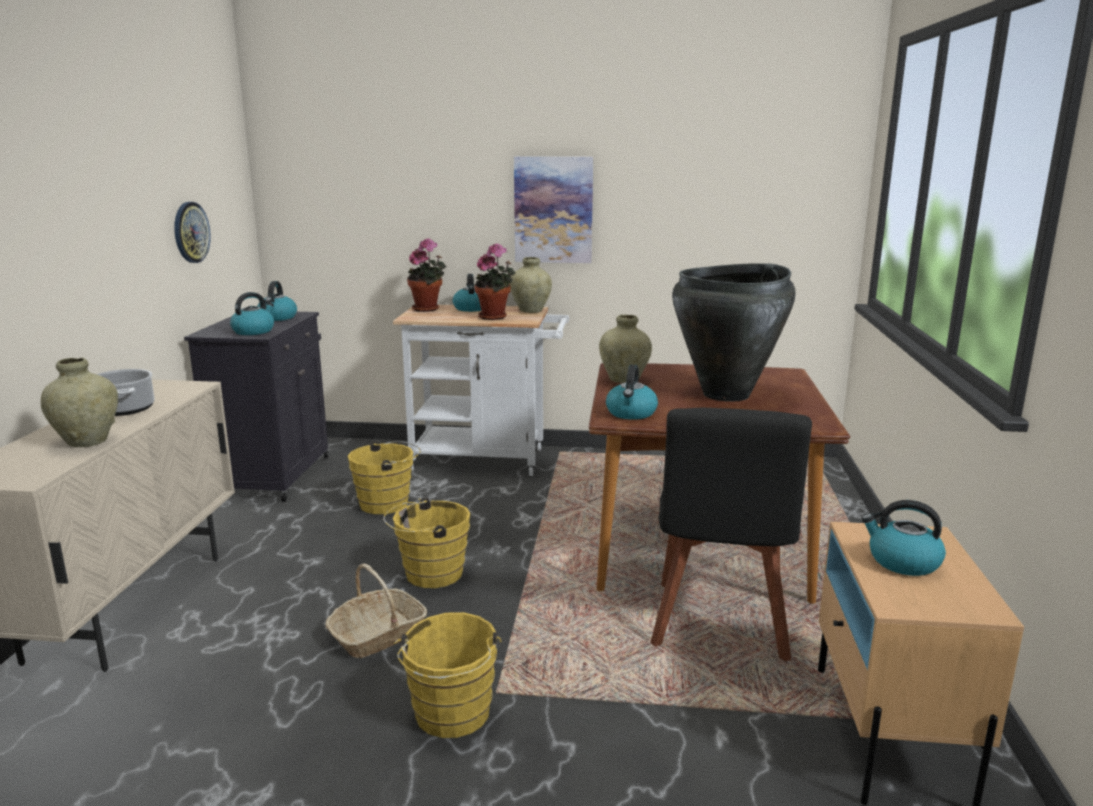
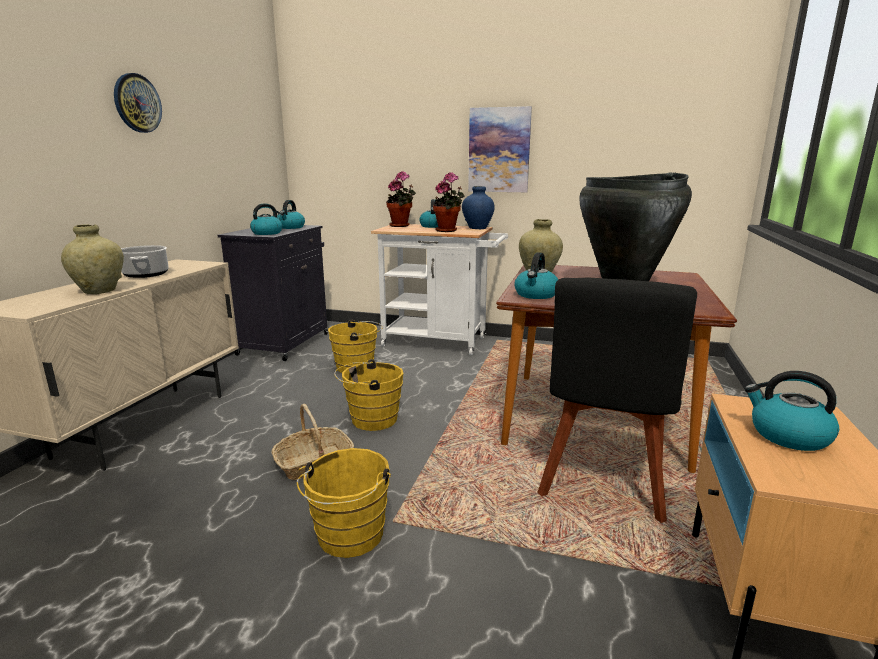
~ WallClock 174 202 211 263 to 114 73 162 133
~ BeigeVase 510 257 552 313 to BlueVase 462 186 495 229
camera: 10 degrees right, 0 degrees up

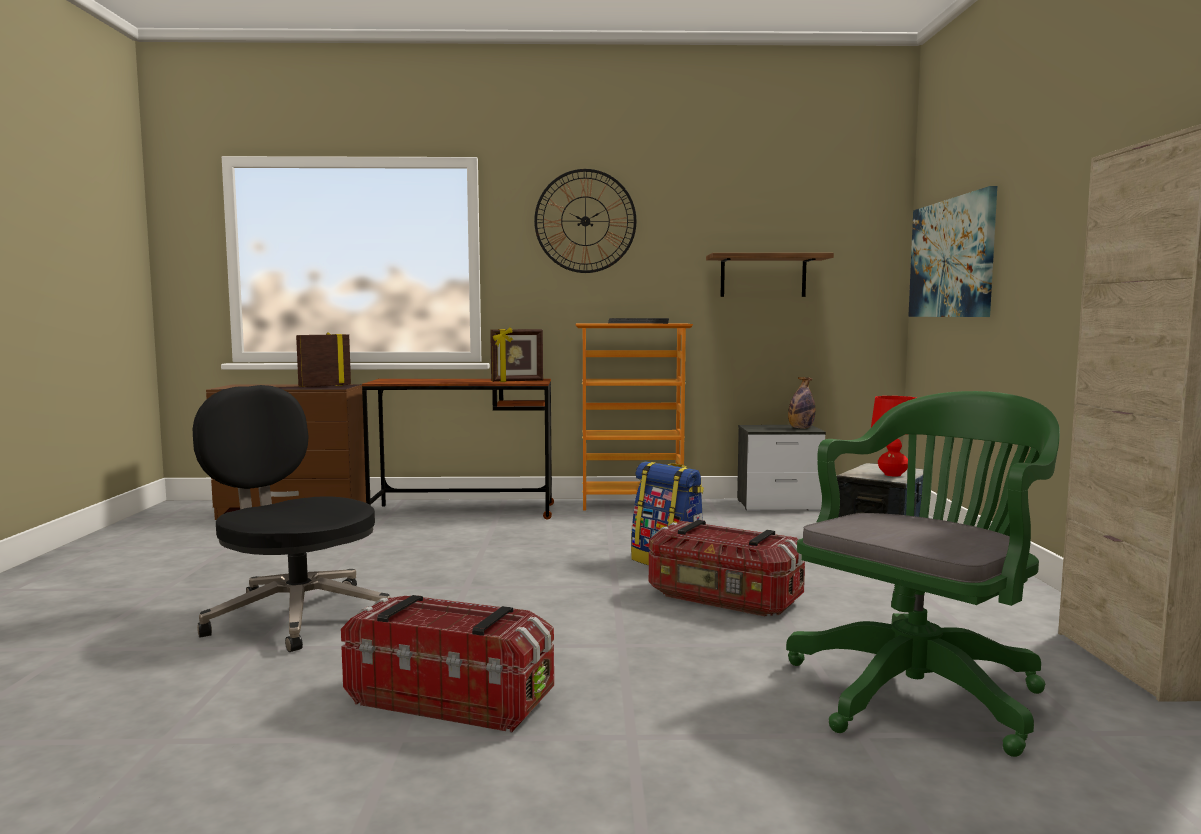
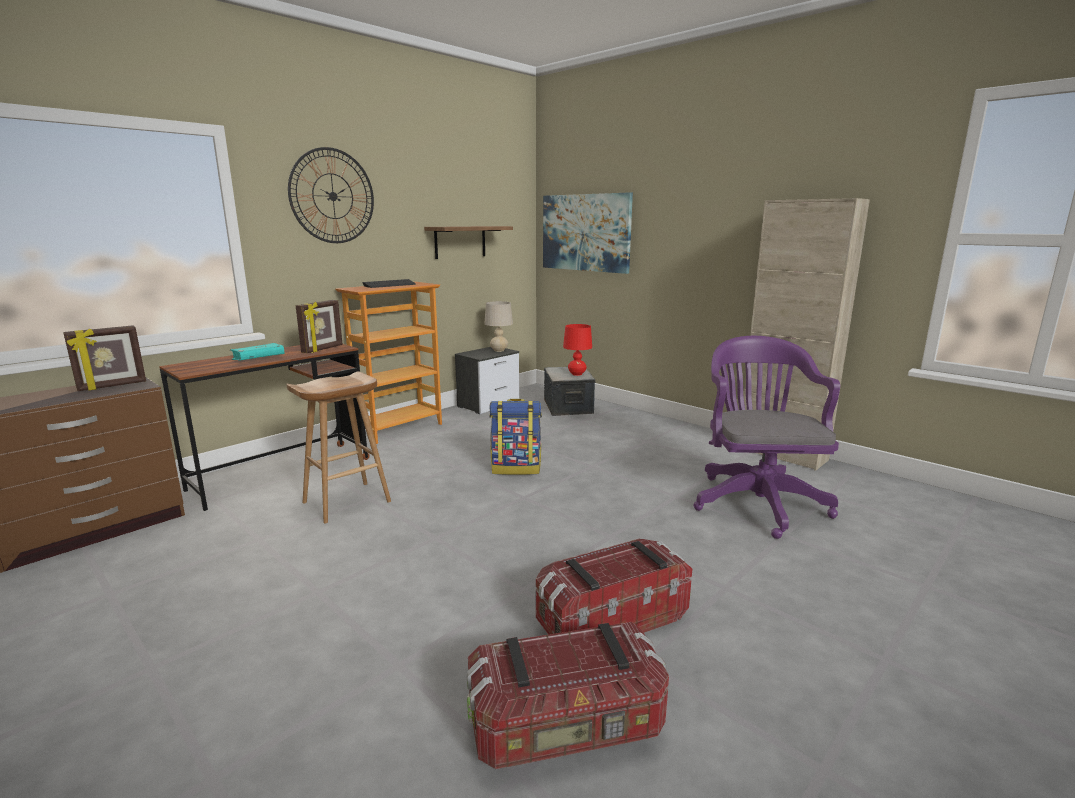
- BlackOfficeChair 193 385 390 652
+ TurquoiseBook 230 343 285 361
+ BrownStool 286 372 391 523
~ StorageBox 649 520 805 616 to 467 622 669 769
~ Bottle 788 377 815 429 to BeigeTableLamp 484 301 513 352
~ GreenOfficeChair 786 391 1060 757 to PurpleOfficeChair 694 336 840 539
~ PictureFrame 296 332 351 387 = 63 325 146 391 135 degrees counterclockwise
camera: 45 degrees left, 10 degrees up

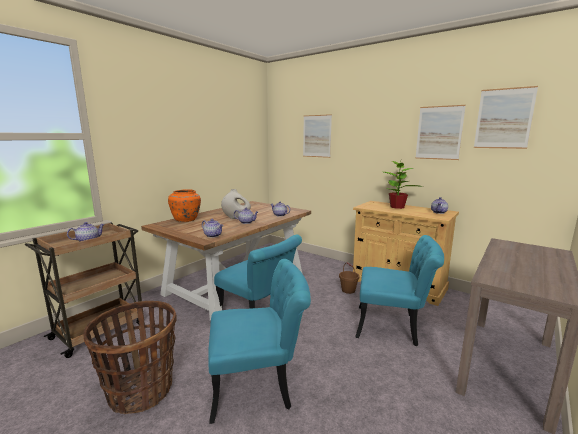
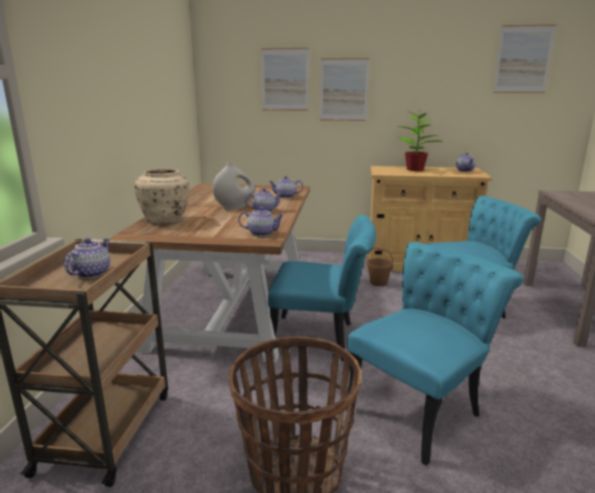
~ Picture 415 105 466 160 to 320 58 369 121
~ OrangeVase 168 189 201 222 to BeigeVase 134 169 189 224
camera: 30 degrees left, 5 degrees up

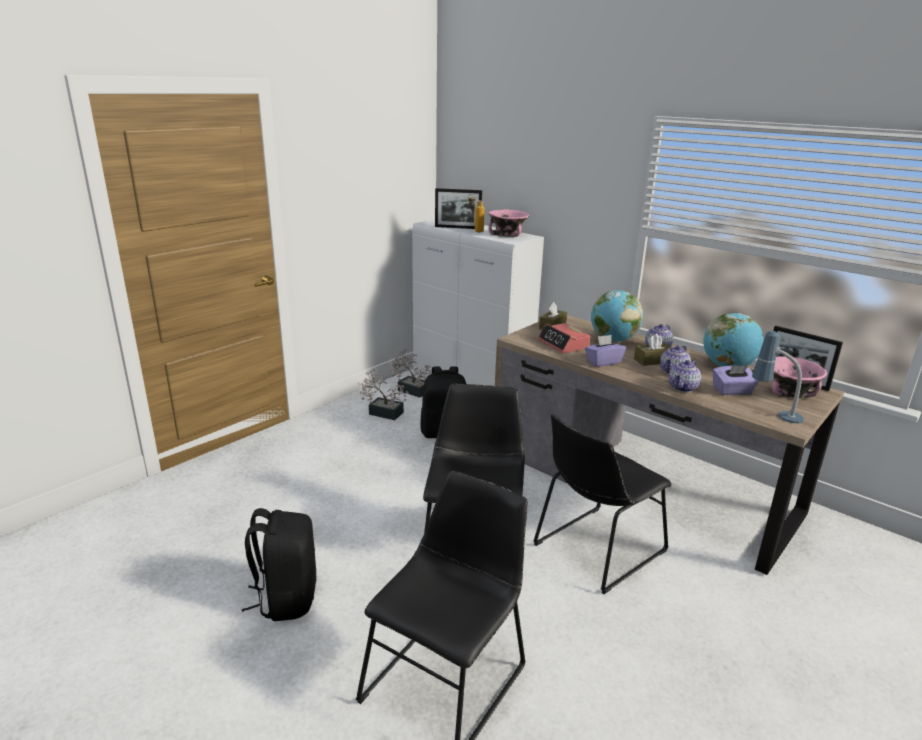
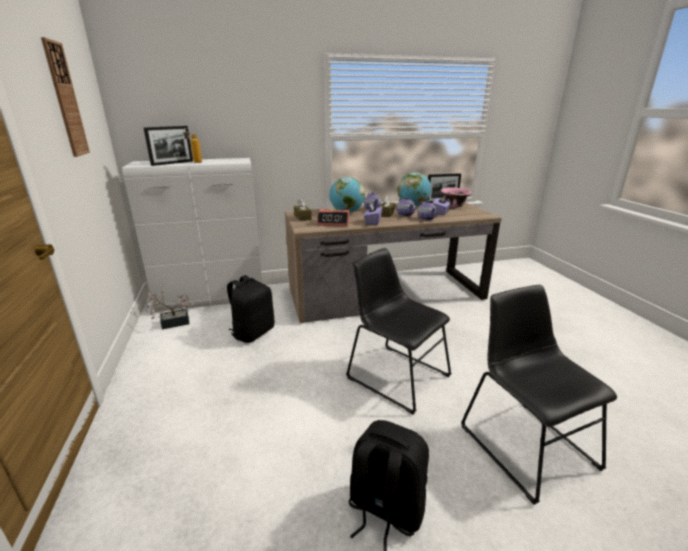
- PottedPlant 358 369 409 420
- PinkBowl 488 210 529 237
- BlackChair 533 414 671 594
- TableLamp 752 331 804 423
+ WallClock 41 37 90 157
camera: 55 degrees left, 0 degrees up

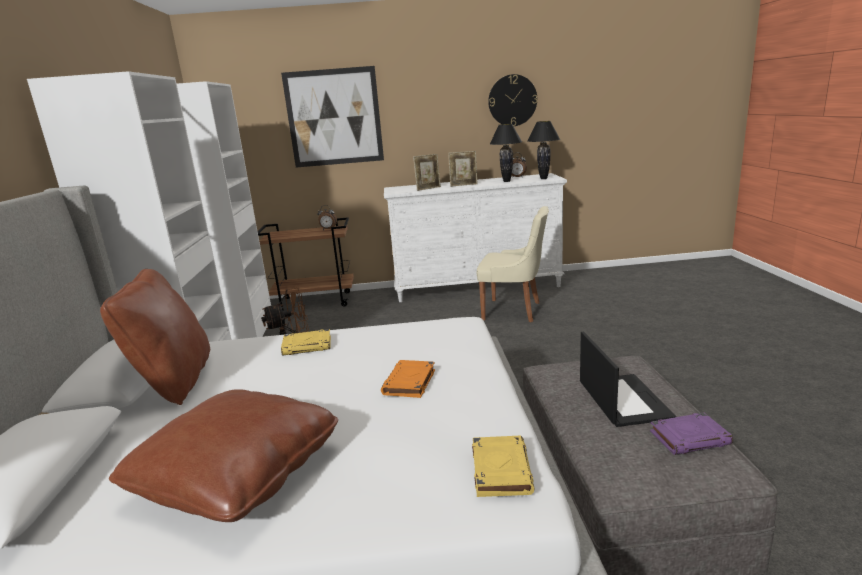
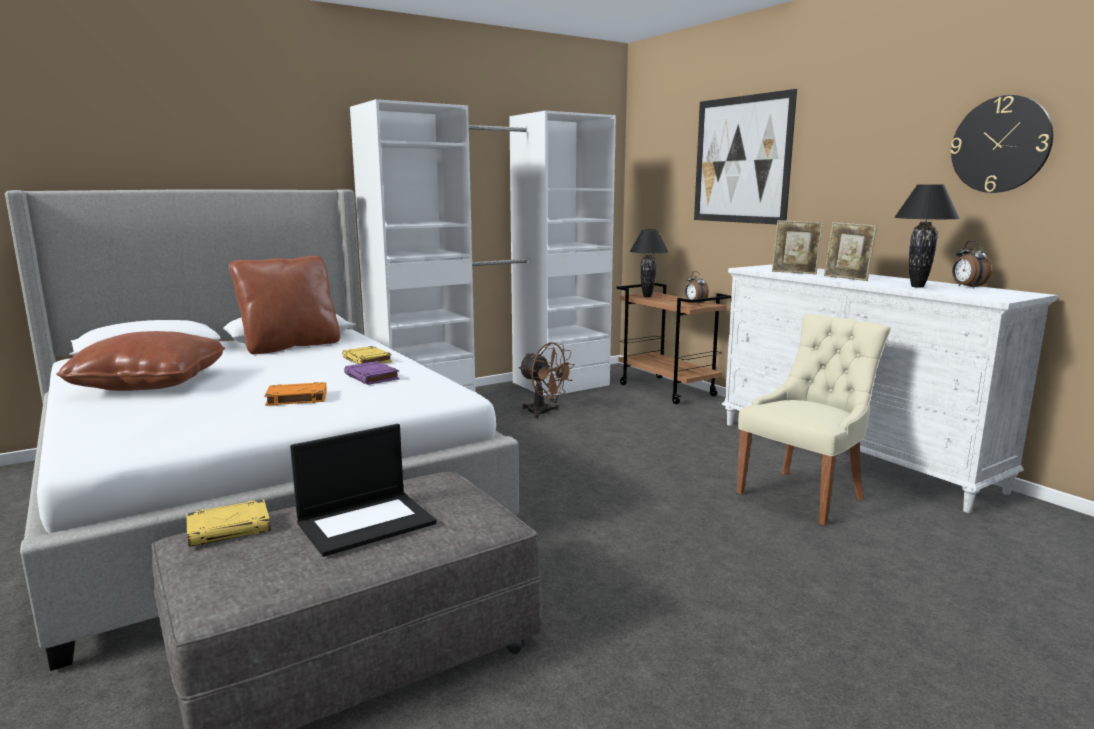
~ YellowBook 472 436 535 497 to 186 499 271 547
~ BlackTableLamp 528 121 560 179 to 630 229 668 297
~ PurpleBook 650 412 733 455 to 344 361 400 385
~ BeigeChair 477 206 549 322 = 737 314 891 525 120 degrees counterclockwise
camera: 60 degrees right, 5 degrees down

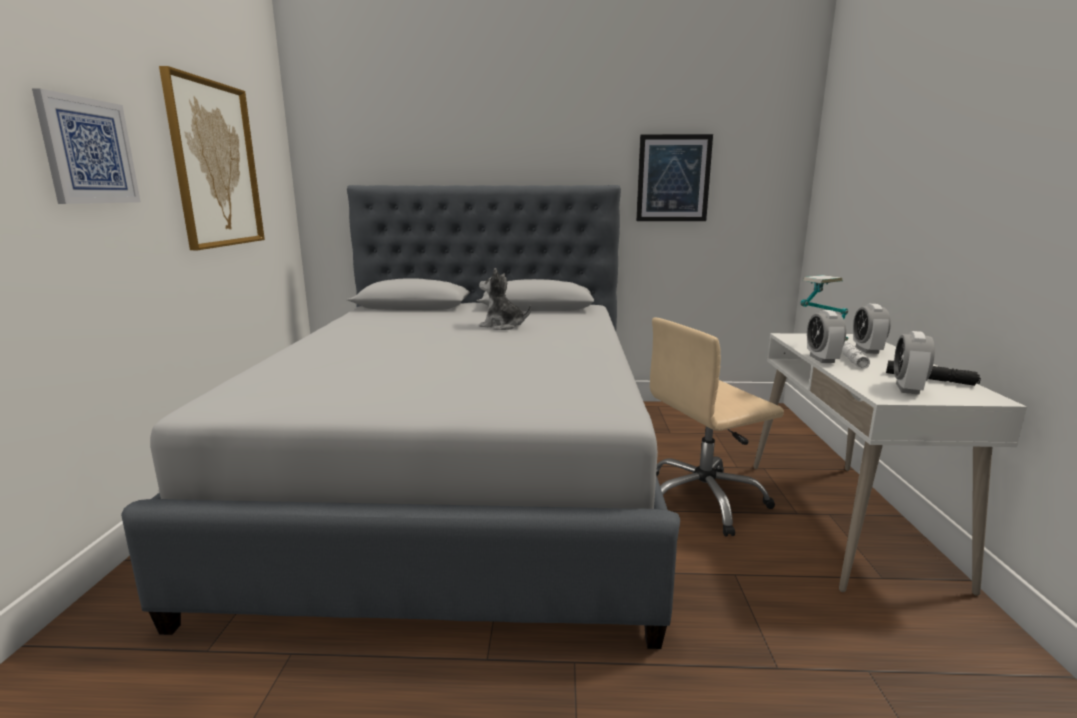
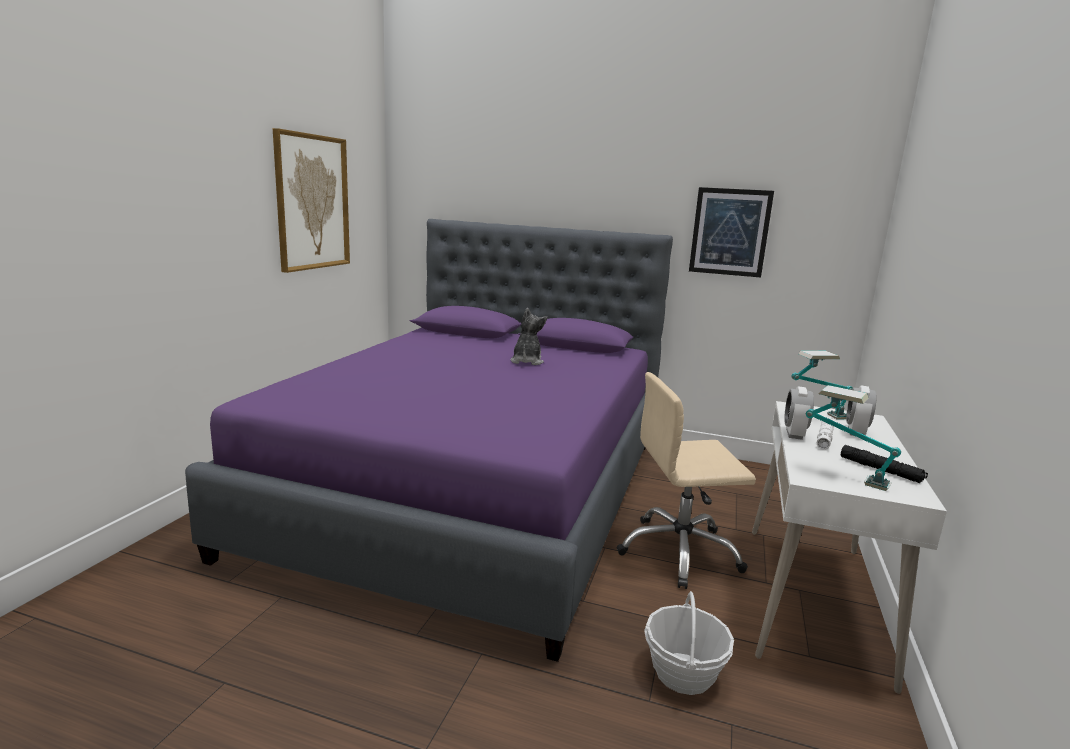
- Picture 32 89 141 204
+ Basket 644 591 734 695
~ AlarmClock 894 331 935 395 to TableLamp 806 385 901 491
~ GreyBed 121 185 680 649 to PurpleBed 185 219 673 662
~ PlushToy 479 268 531 330 = 510 308 547 365 60 degrees clockwise
camera: 15 degrees right, 0 degrees up

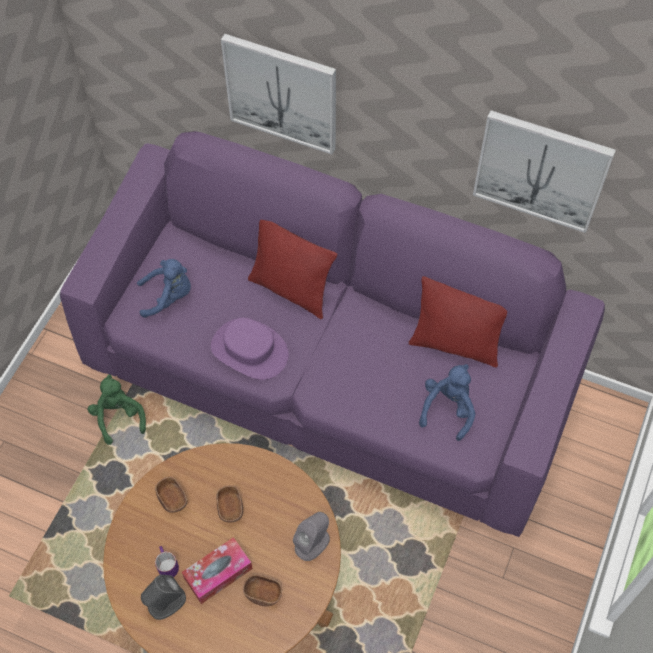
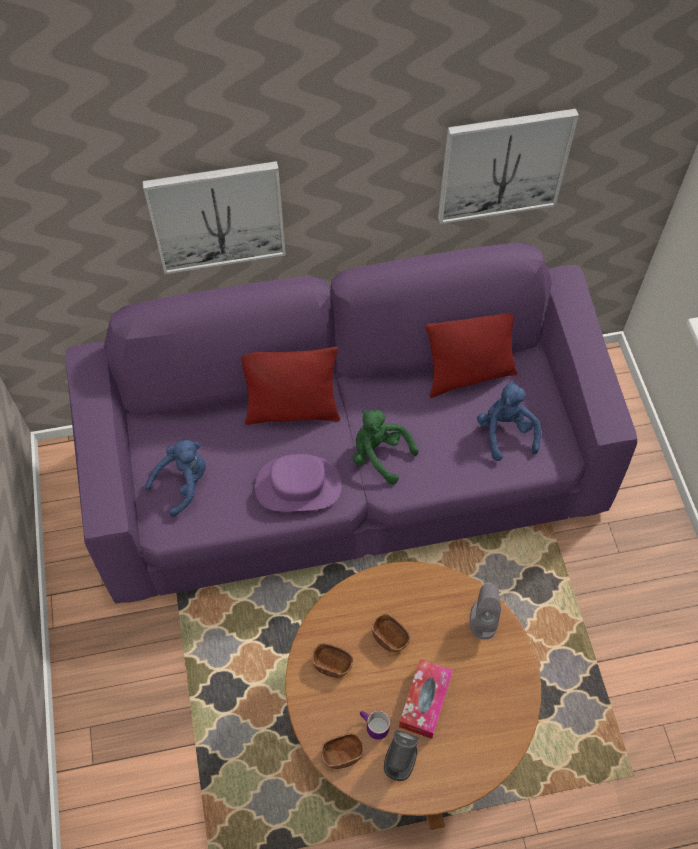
~ GreenPlushToy 88 374 146 445 to 353 410 419 484
~ BrownBowl 243 574 282 607 to 321 733 364 769
camera: 35 degrees left, 0 degrees up

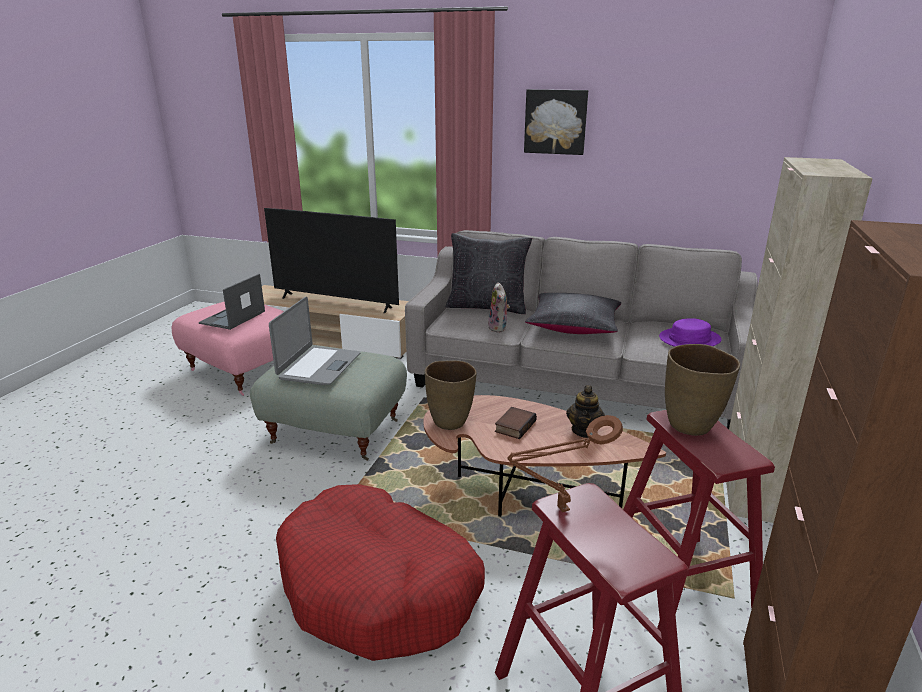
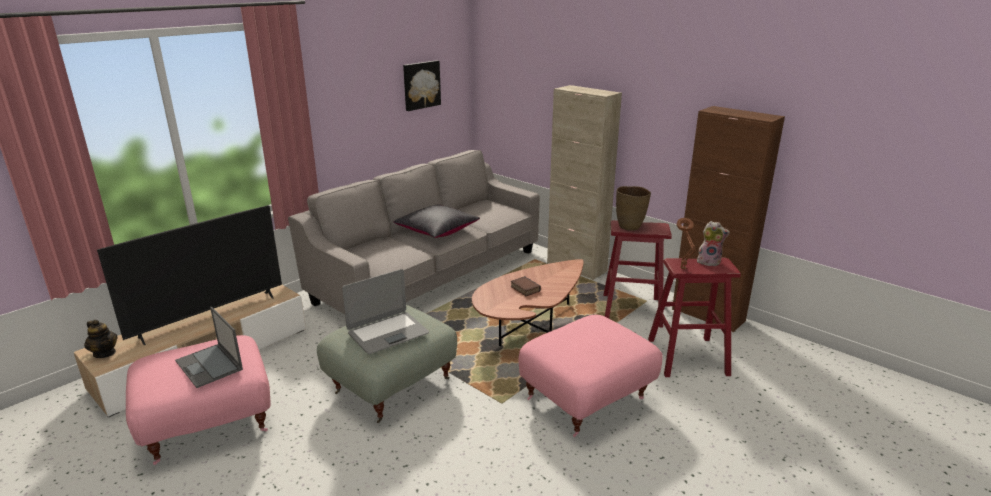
- BrownVase 425 360 477 430
- BlackPillow 446 233 532 314
- PurpleHat 659 318 722 347
~ PlushToy 488 282 510 332 to 696 221 730 266
~ Picture 524 89 588 155 to 403 60 441 111
~ Teapot 566 385 605 438 to 84 320 117 358
~ RedDogBed 276 484 485 661 to PinkOttoman 518 315 663 437
~ Laptop 269 297 361 385 = 342 269 429 354 105 degrees clockwise
camera: 65 degrees left, 0 degrees up

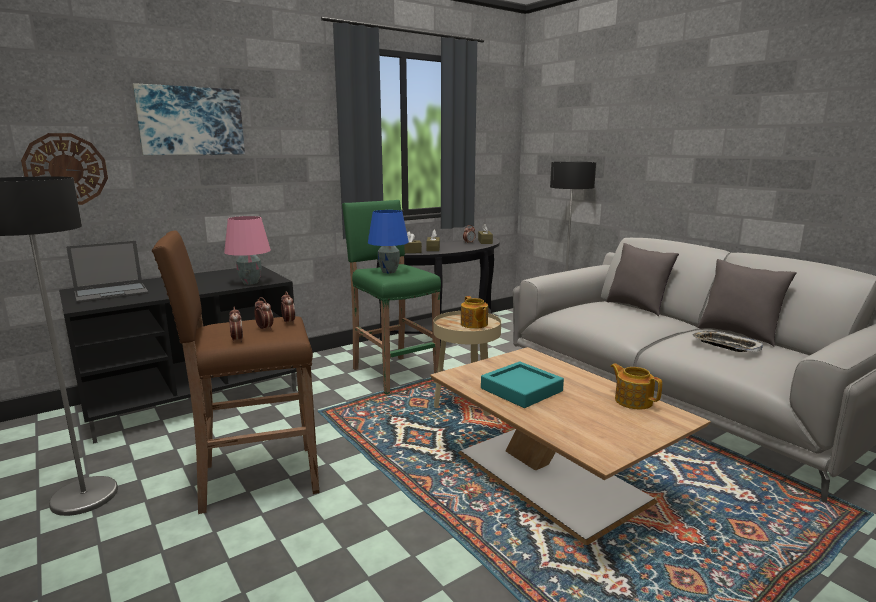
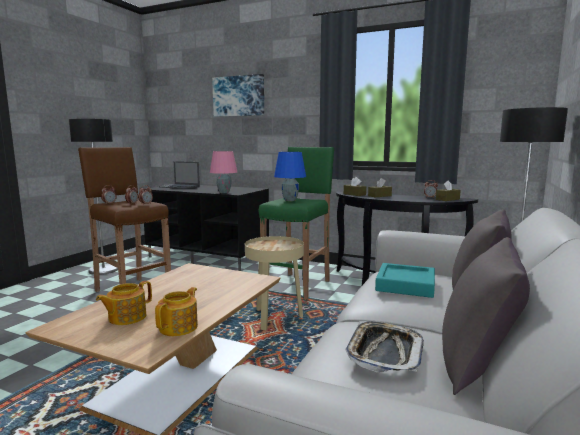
- WallClock 21 133 108 205
~ Teapot 461 296 488 329 to 96 281 152 325
~ TurquoiseTray 481 362 564 408 to 375 263 435 298
camera: 60 degrees right, 5 degrees down

